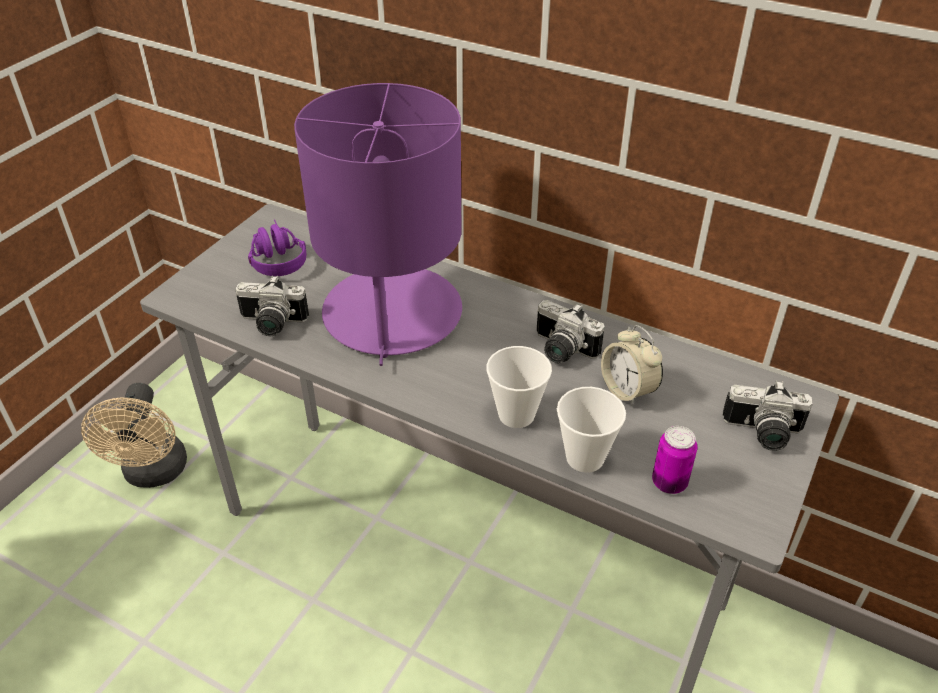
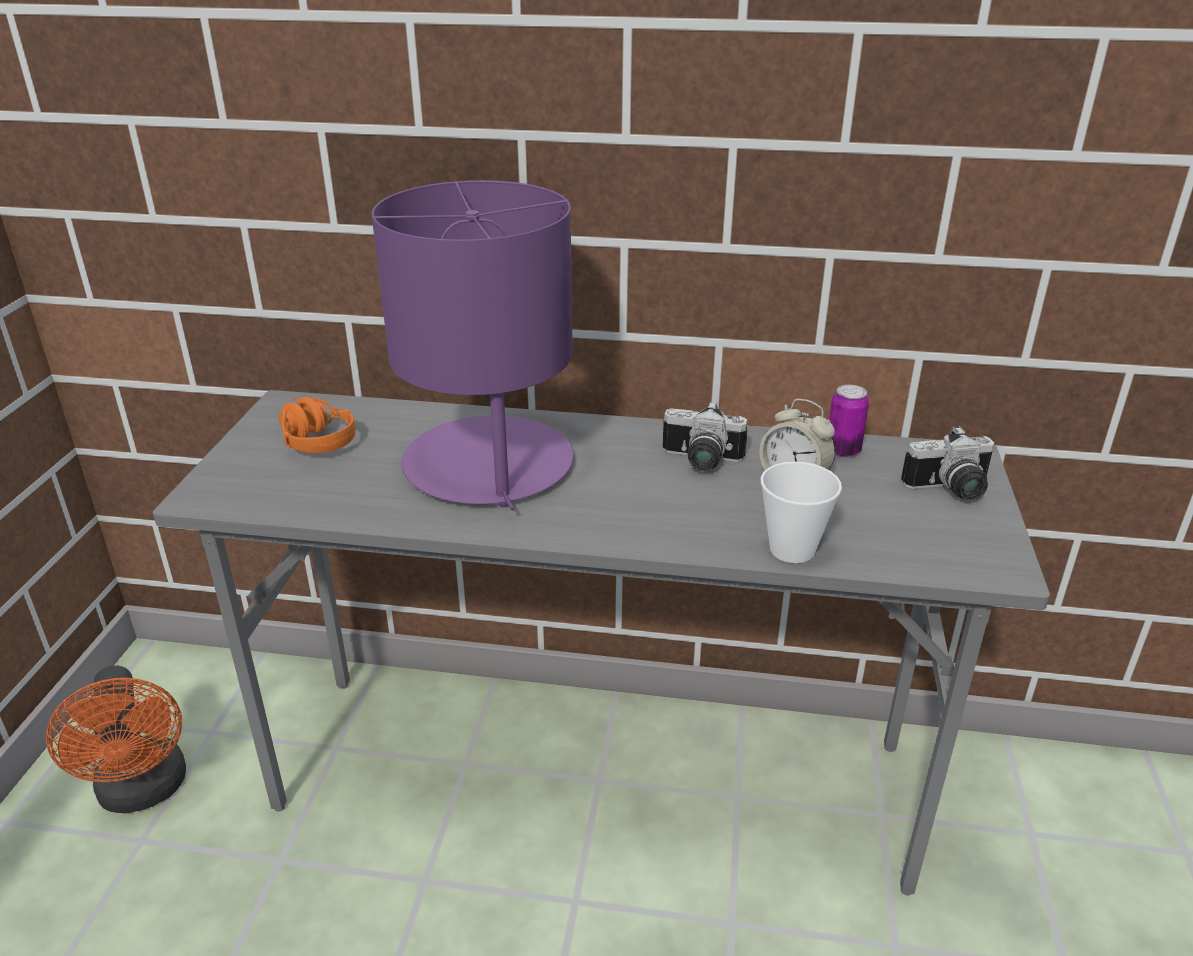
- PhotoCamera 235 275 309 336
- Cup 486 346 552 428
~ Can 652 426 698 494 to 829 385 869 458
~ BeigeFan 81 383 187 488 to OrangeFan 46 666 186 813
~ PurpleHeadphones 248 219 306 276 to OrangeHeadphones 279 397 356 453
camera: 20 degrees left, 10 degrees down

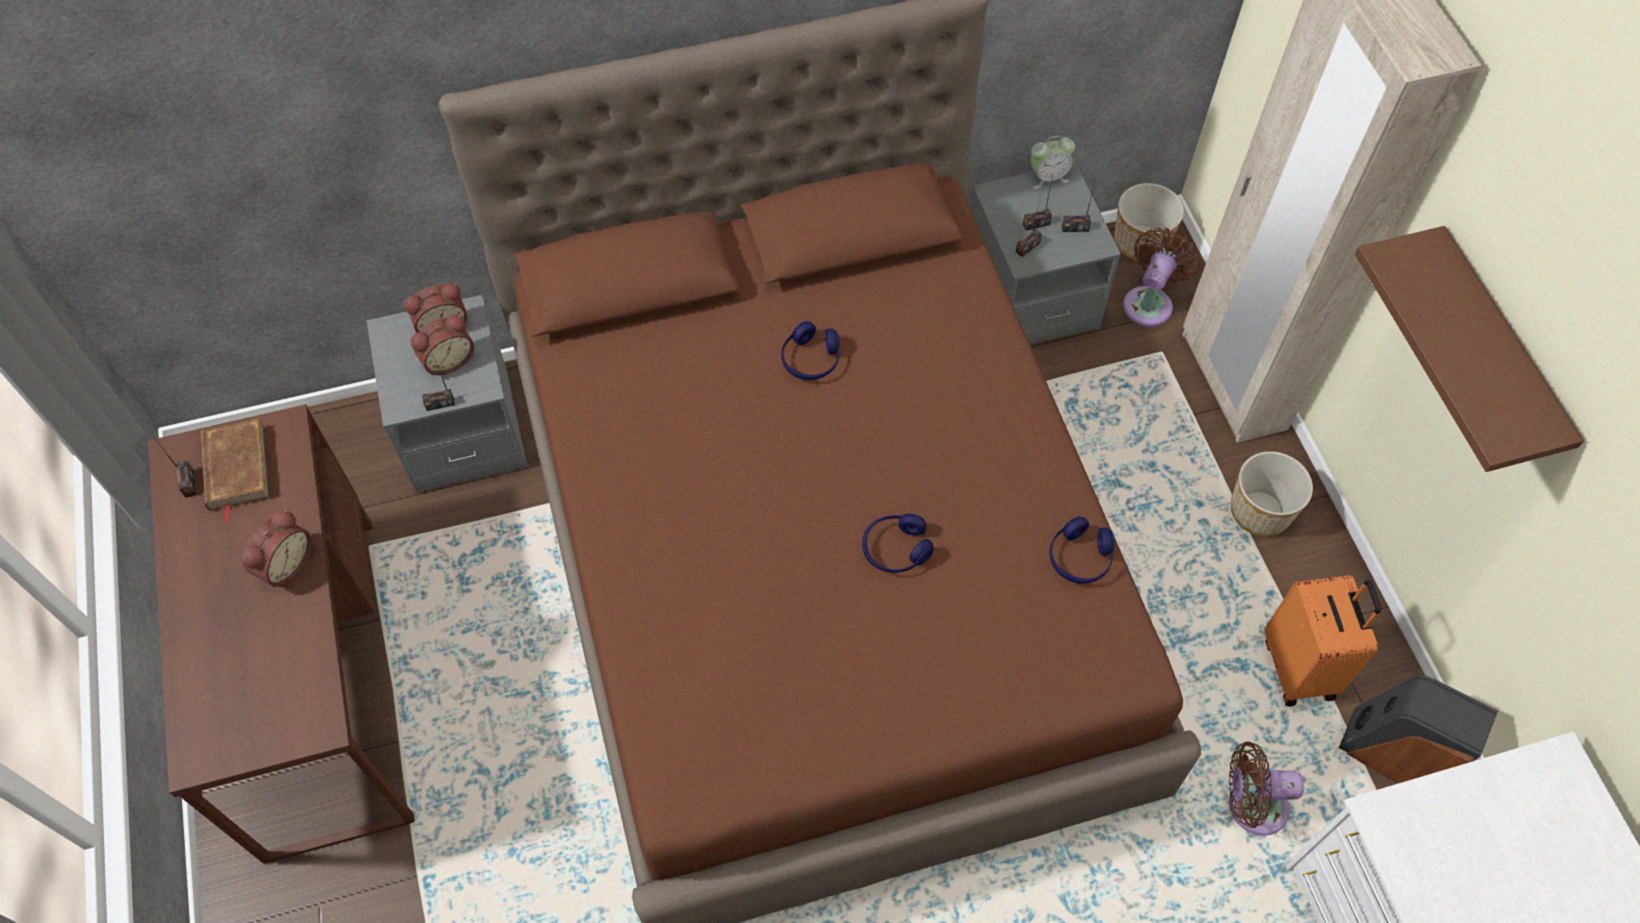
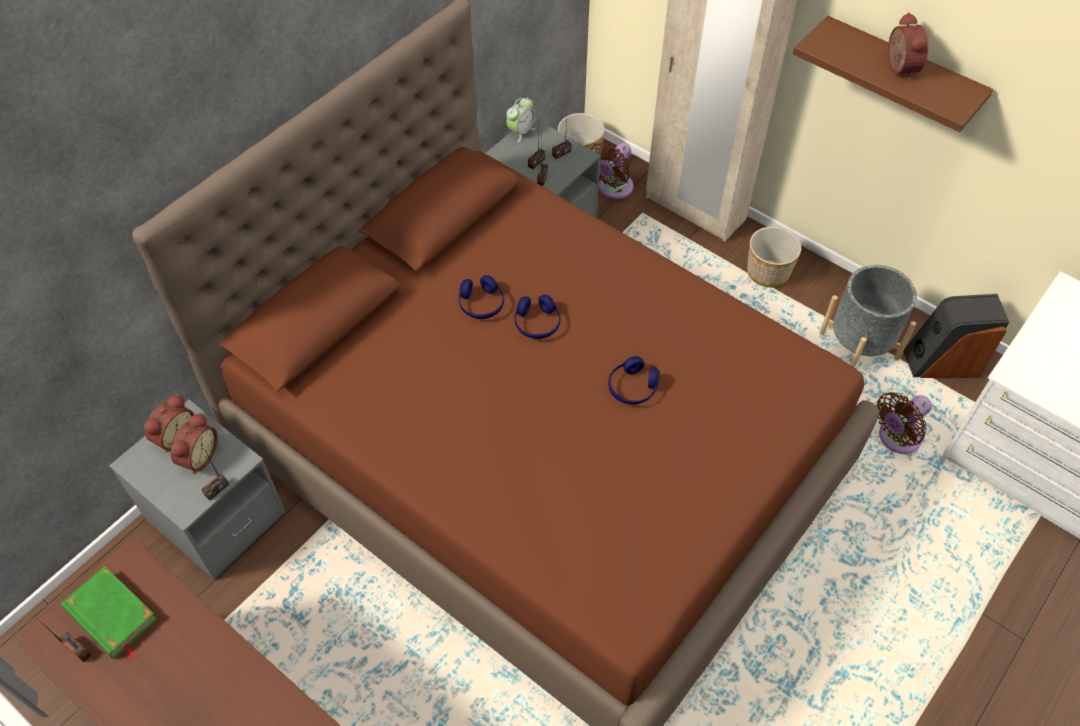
~ AlarmClock 241 509 312 588 to 888 12 928 80
~ BlueHeadphones 1049 516 1115 584 to 515 295 561 339
~ OrangeSuitcase 1265 575 1381 707 to GreyPlanter 819 265 917 368
~ BrownBook 201 418 270 522 to GreenBook 61 566 158 660
~ BrownFan 1123 228 1201 327 = 591 143 633 199 135 degrees counterclockwise
camera: 35 degrees left, 5 degrees down

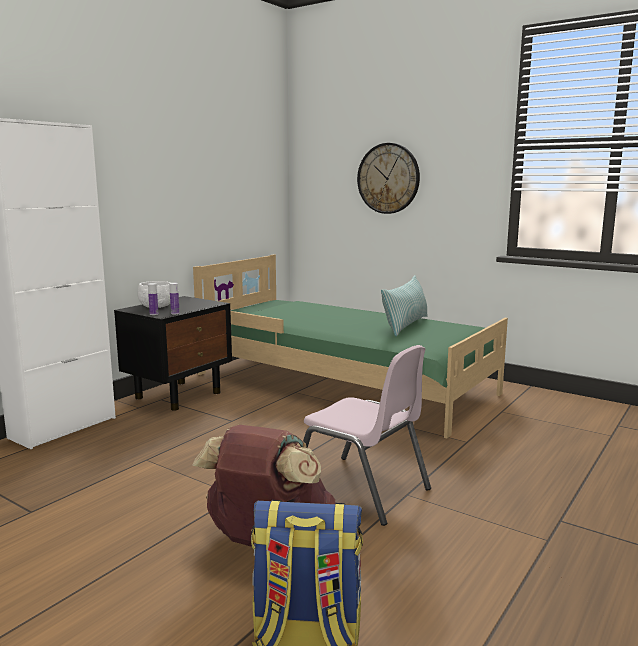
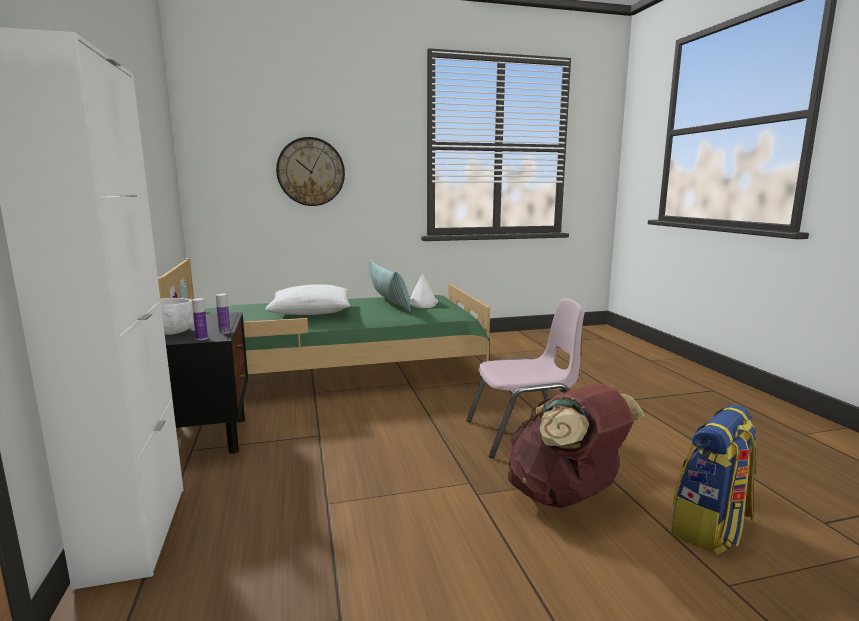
+ WhitePillow 265 284 350 315
+ WhiteHat 409 274 438 308
camera: 50 degrees left, 0 degrees up

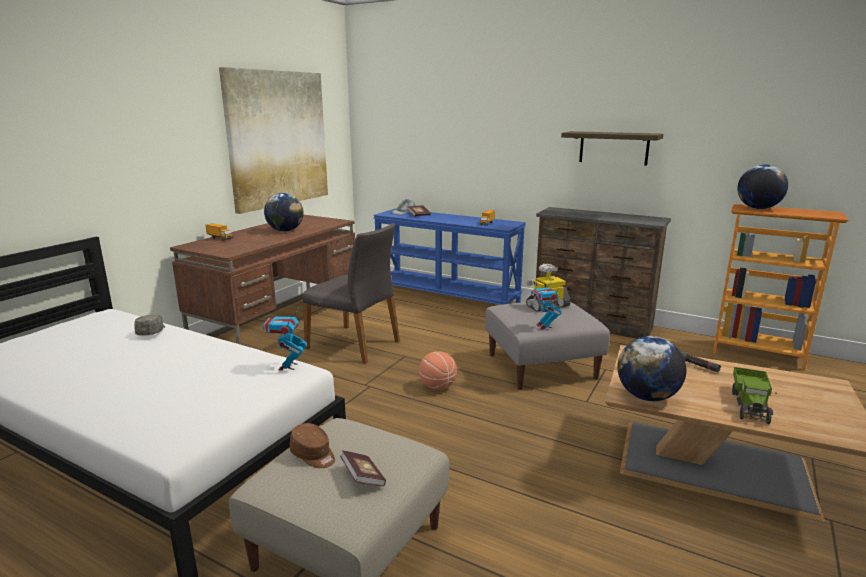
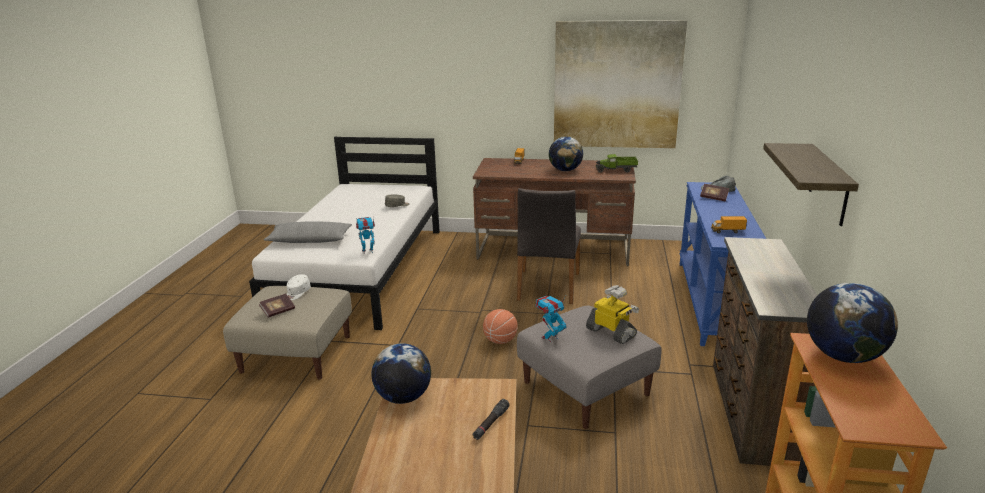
+ GreyPillow 264 222 352 243
~ ToyTruck 732 367 777 424 to 595 154 638 173
~ BrownCap 290 423 335 468 to WhiteCap 287 274 311 300
camera: 70 degrees right, 5 degrees up

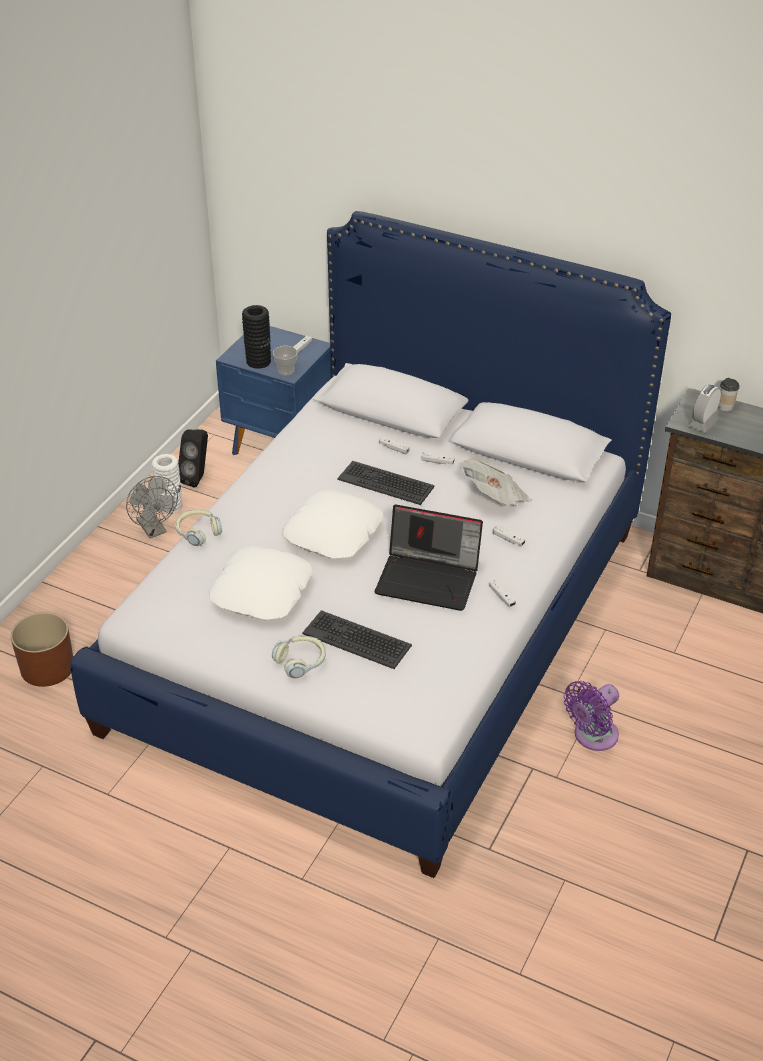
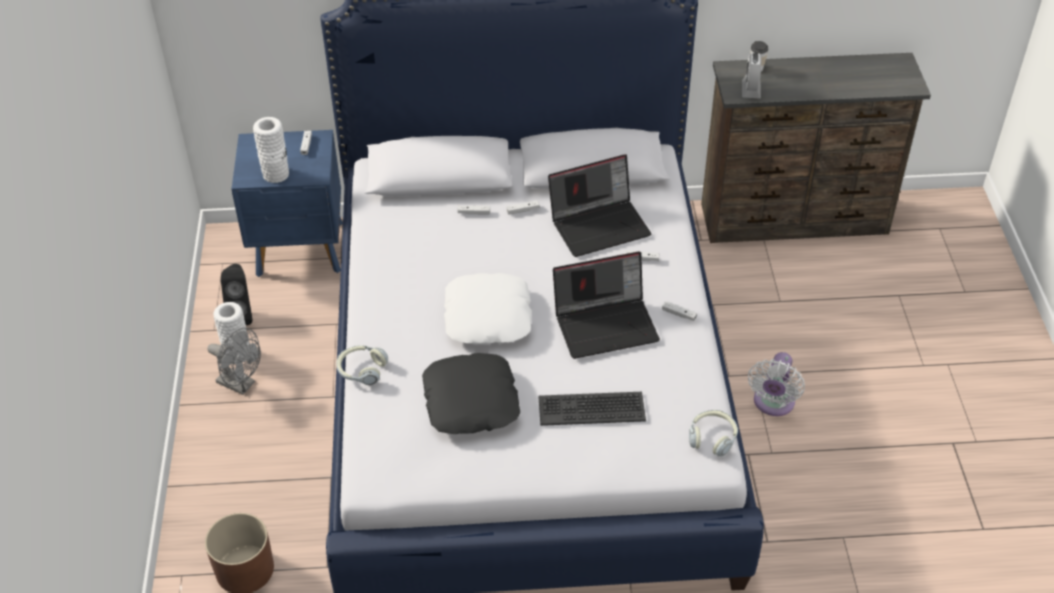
- Cup 273 346 298 375
- Keyboard 337 461 435 505
~ Headphones 272 636 326 679 to 689 410 738 456
~ Newspaper 460 459 532 506 to Laptop 548 154 651 257
~ WhitePillow 209 546 313 620 to BlackPillow 422 353 520 434
~ BlackVase 242 305 271 369 to WhiteVase 253 117 289 183
~ PurpleFan 564 681 619 751 to WhiteFan 748 352 805 416
camera: 30 degrees left, 5 degrees up

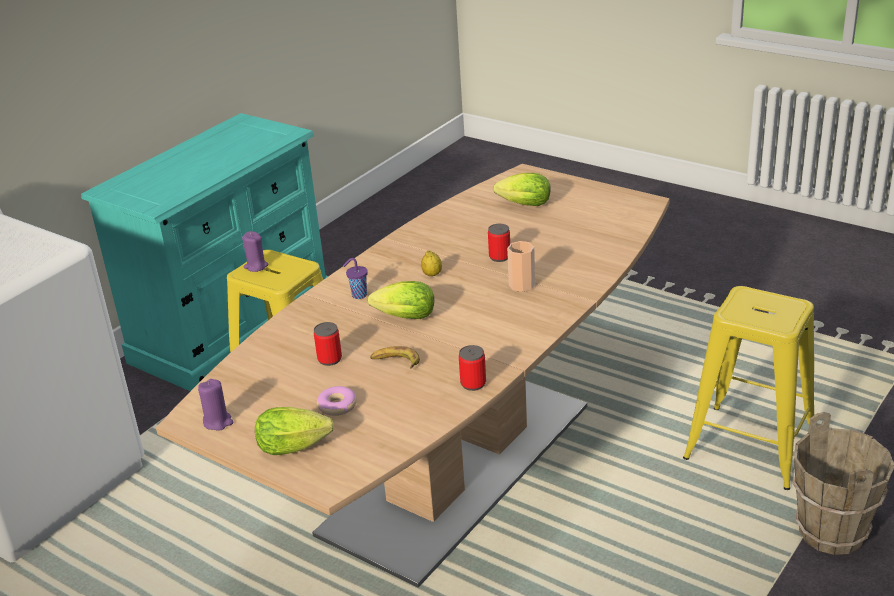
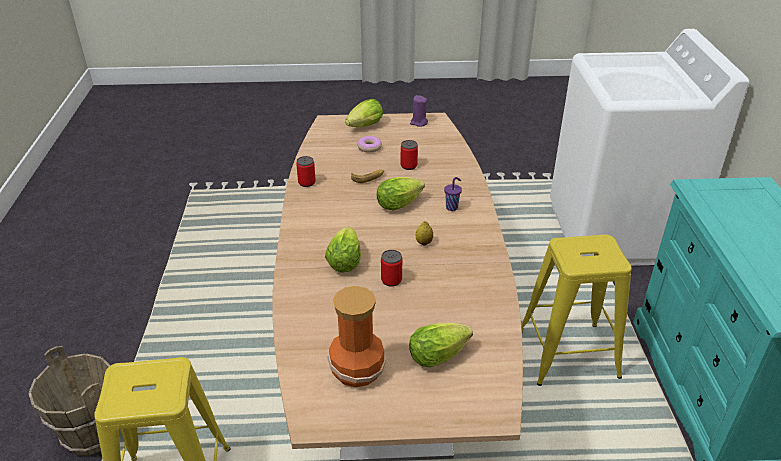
- PurpleCandle 242 231 268 272
+ Vase 328 286 386 387
~ Cup 507 241 535 292 to Lettuce 325 227 361 273
camera: 140 degrees right, 5 degrees up

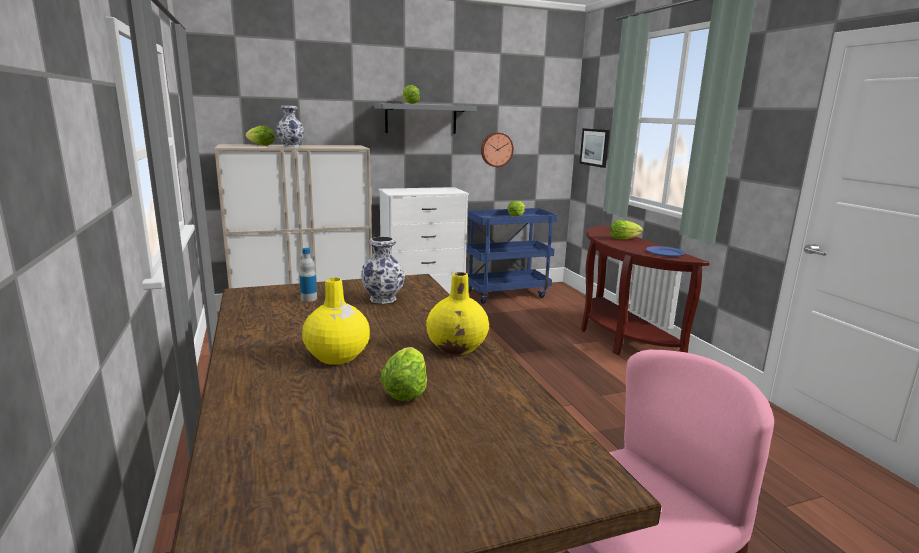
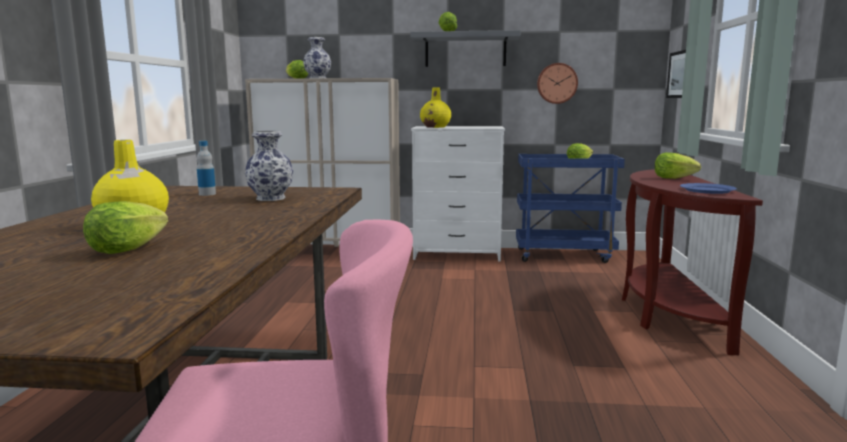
~ YellowVase 426 272 489 355 to 420 87 451 128
camera: 25 degrees right, 5 degrees down

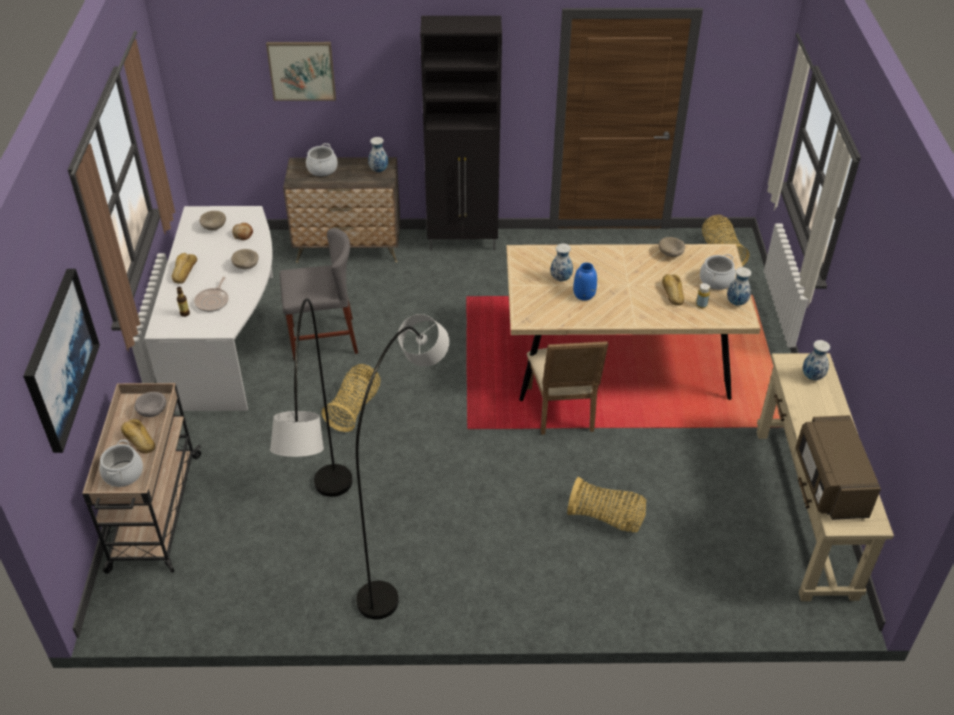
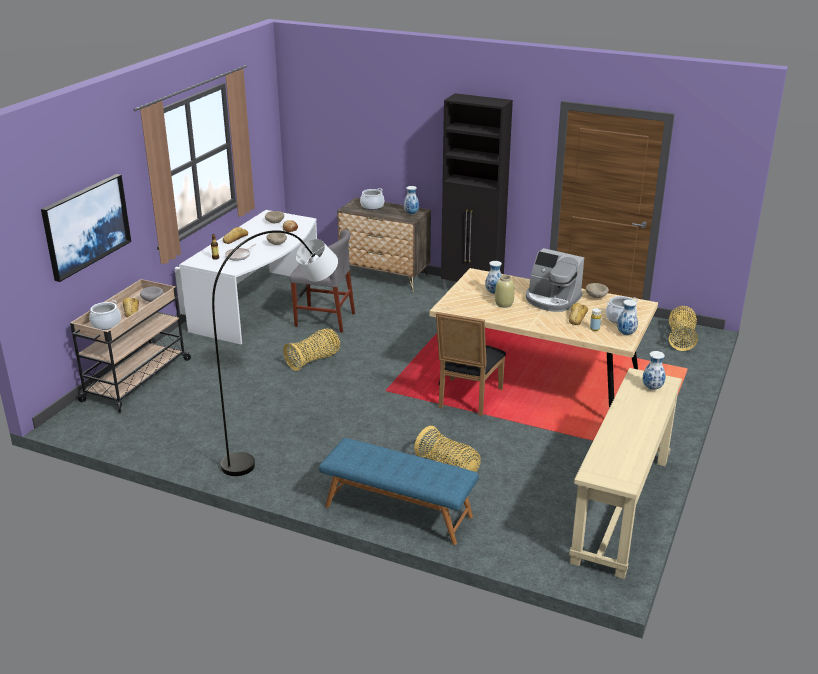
- Picture 266 42 336 101
- GreyFloorLamp 270 298 352 497
- BrownMicrowave 796 415 881 520
+ BlueBench 319 438 479 545
+ CoffeeMachine 526 248 584 312
~ BeigeChair 527 341 608 435 to BlackChair 436 312 506 416
~ BlueVase 573 263 597 301 to BeigeVase 495 275 514 308
camera: 25 degrees right, 15 degrees down

